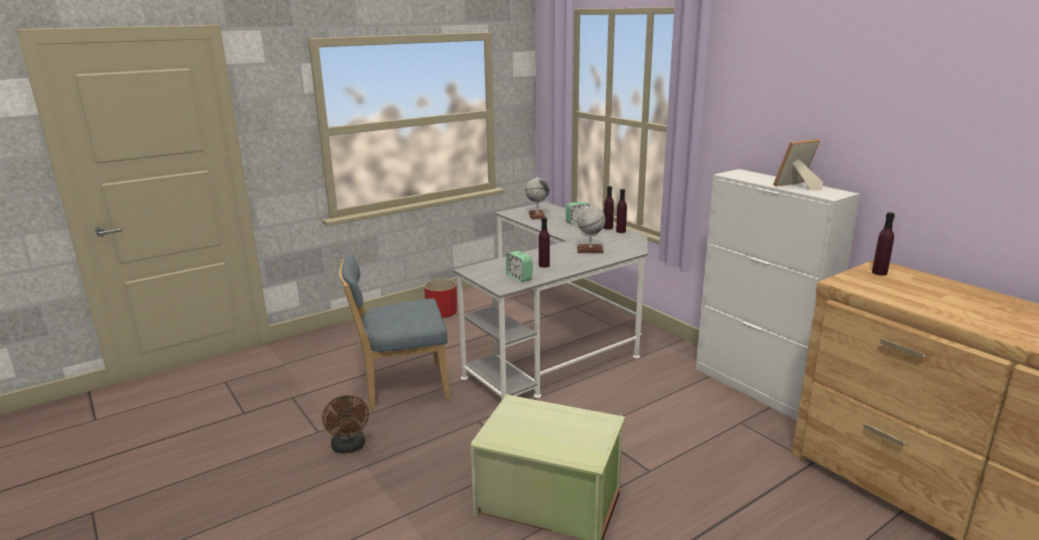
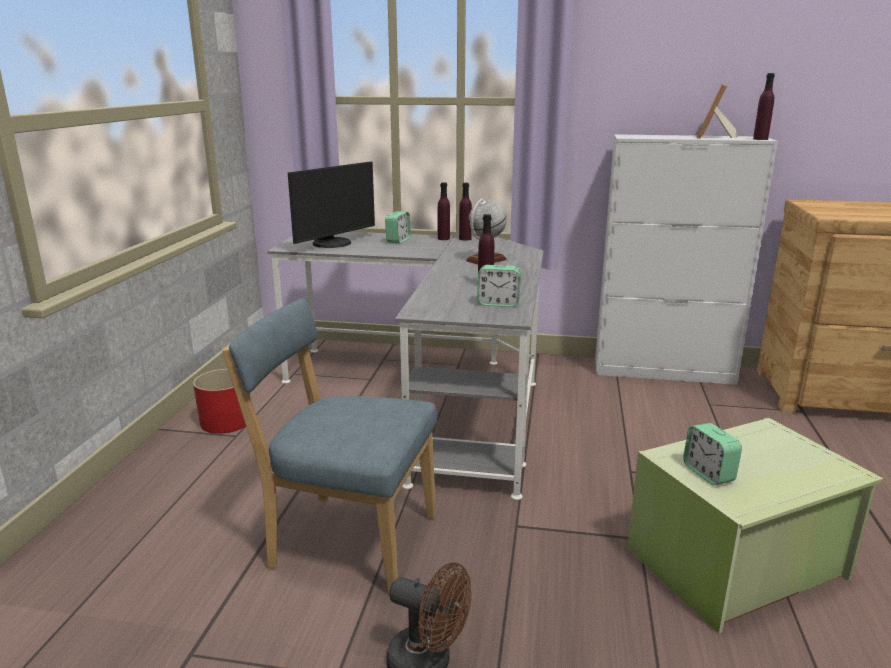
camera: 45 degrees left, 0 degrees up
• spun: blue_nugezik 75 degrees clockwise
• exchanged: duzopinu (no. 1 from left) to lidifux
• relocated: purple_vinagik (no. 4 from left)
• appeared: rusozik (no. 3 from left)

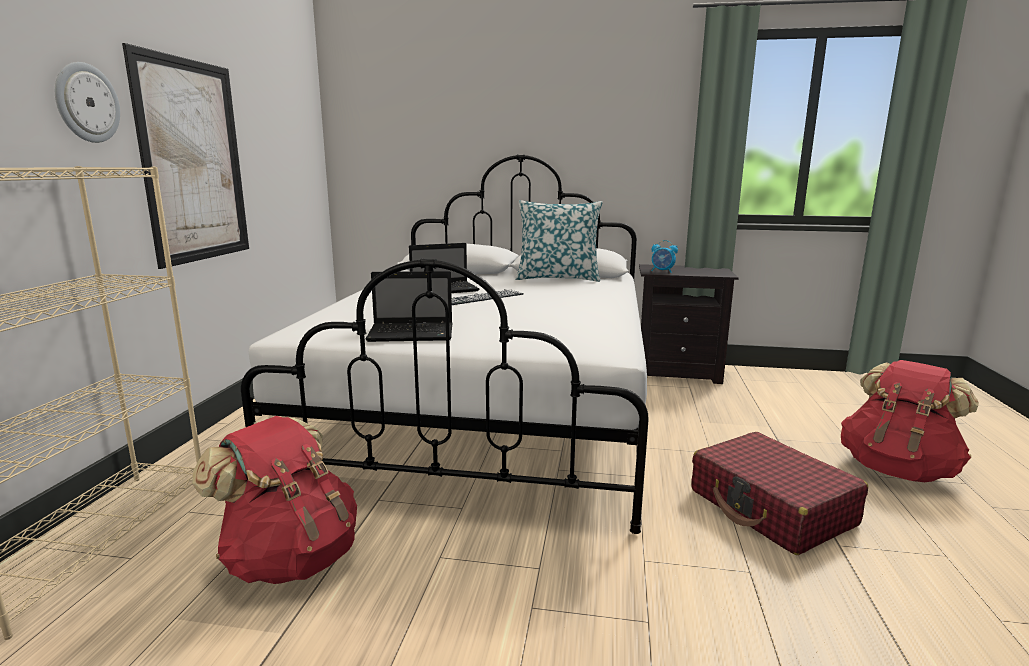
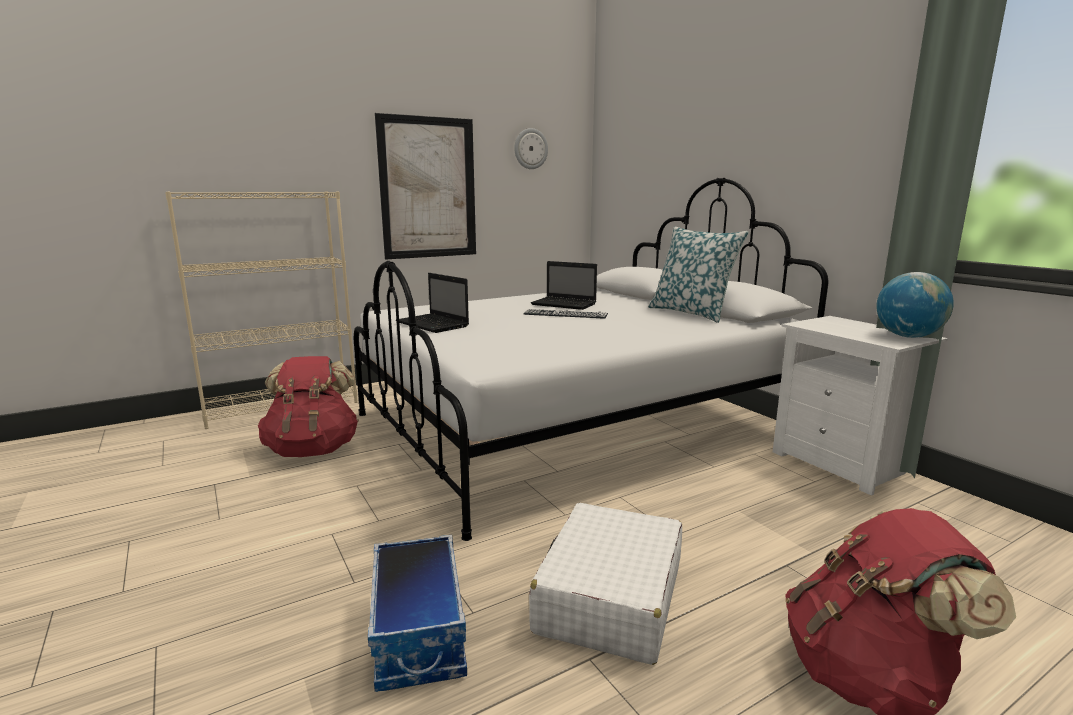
camera: 50 degrees right, 0 degrees up
• relocated: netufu
• colour: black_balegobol to white_balegobol
• missing: rusozik
• colour: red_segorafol to white_segorafol
• appeared: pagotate
• appeared: duzopinu

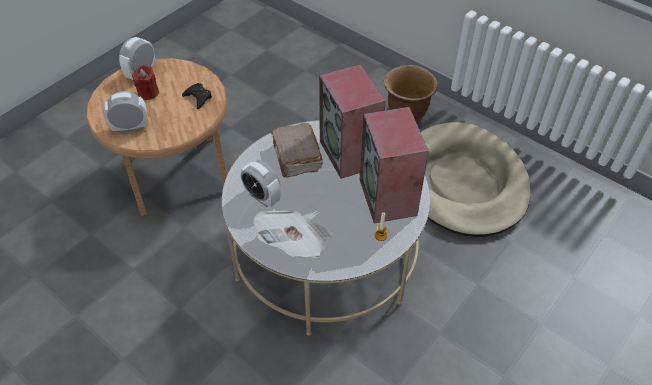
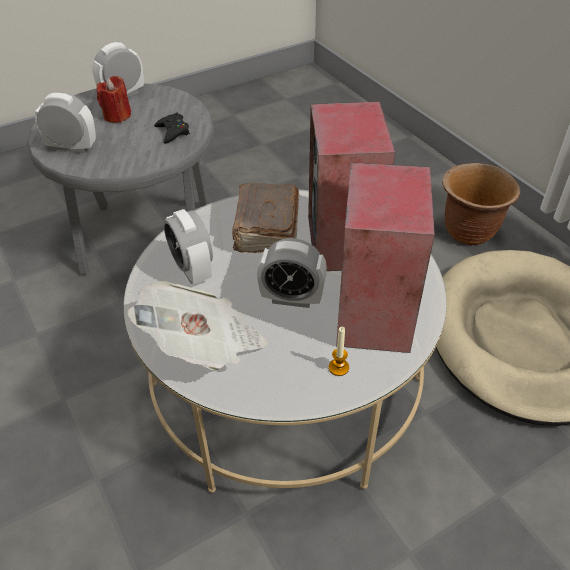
camera: 20 degrees right, 5 degrees down
• colour: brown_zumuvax to grey_zumuvax
• appeared: rusozik (no. 4 from left)

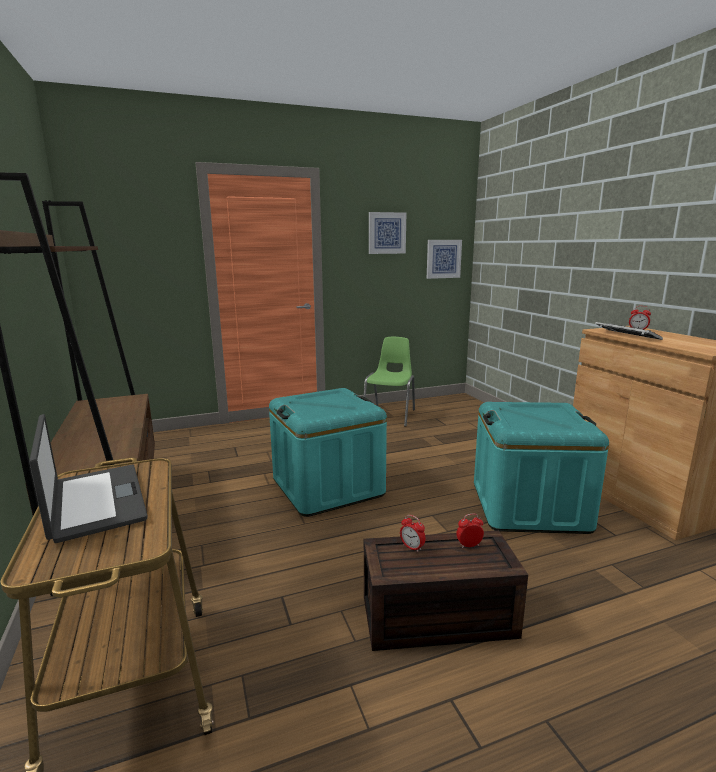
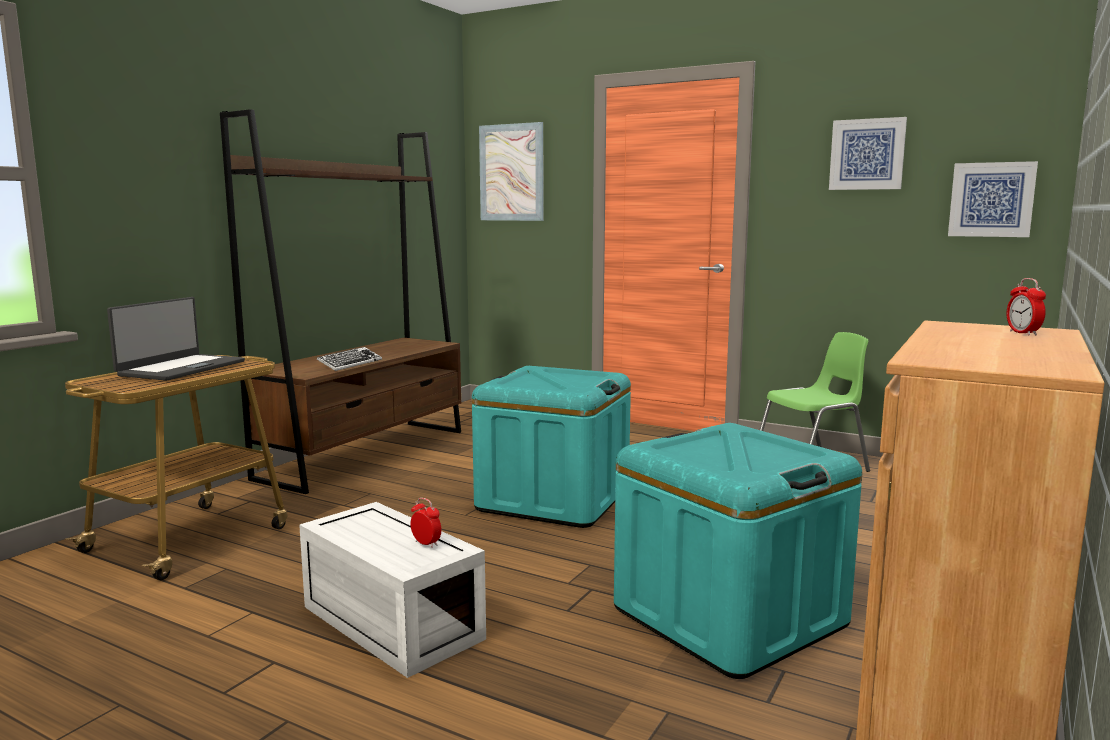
camera: 50 degrees right, 5 degrees down
• colour: brown_pagotate to white_pagotate
• missing: rusozik (no. 1 from left)
• relocated: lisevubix
• appeared: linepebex (no. 1 from left)

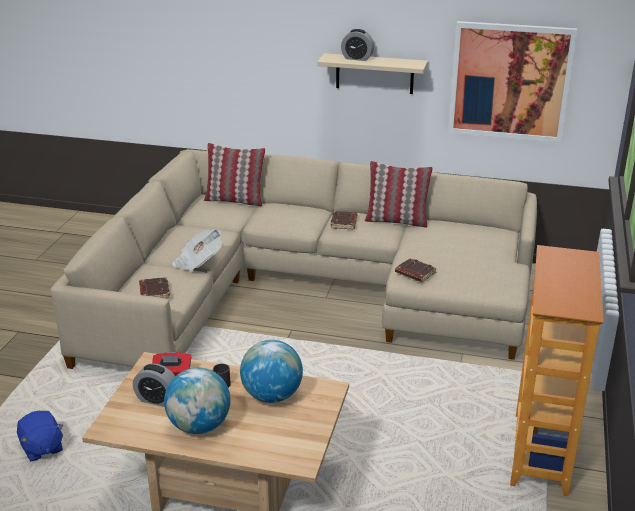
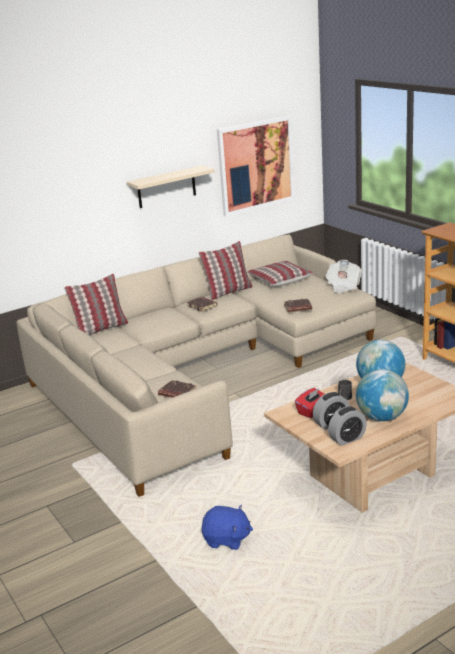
camera: 45 degrees left, 5 degrees down
• relocated: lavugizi
• relocated: rusozik (no. 2 from left)
• appeared: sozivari (no. 3 from left)

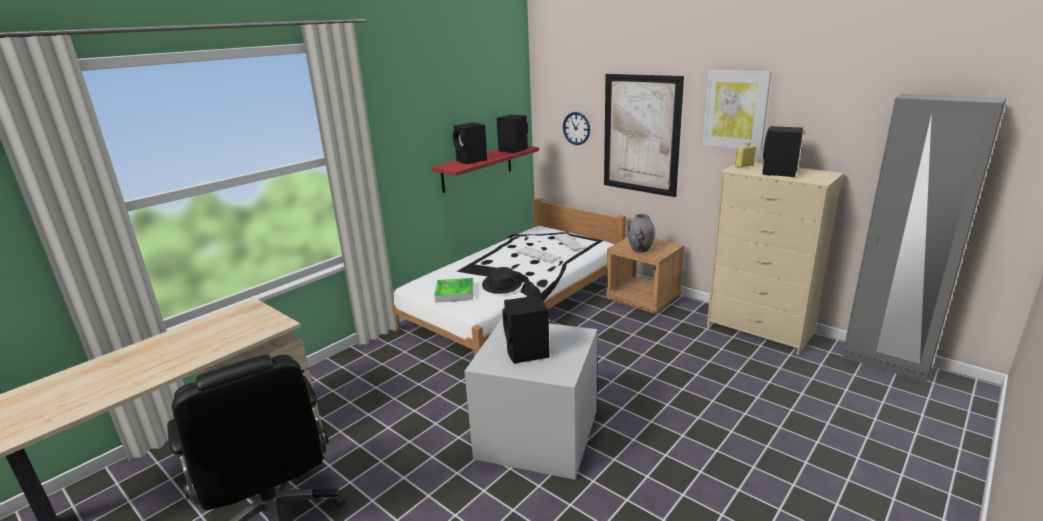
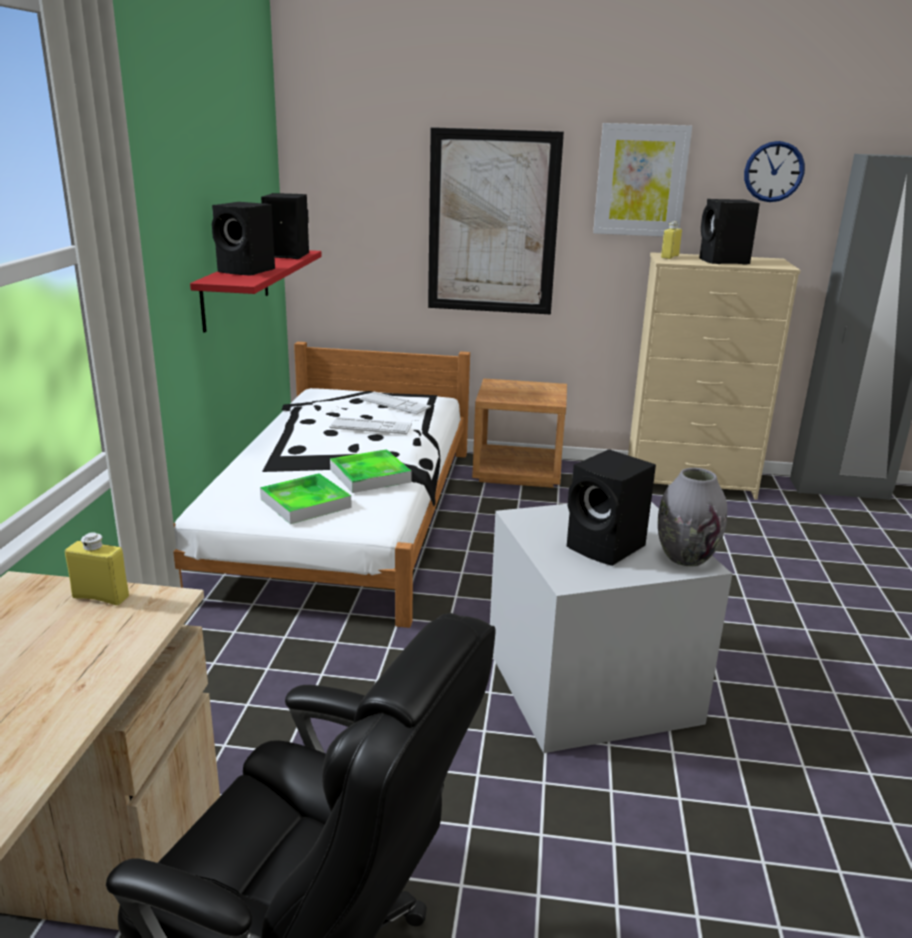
camera: 35 degrees left, 0 degrees up
• exchanged: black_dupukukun to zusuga (no. 2 from left)
• relocated: netufu
• relocated: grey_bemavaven
• appeared: yellow_vinagik (no. 1 from left)

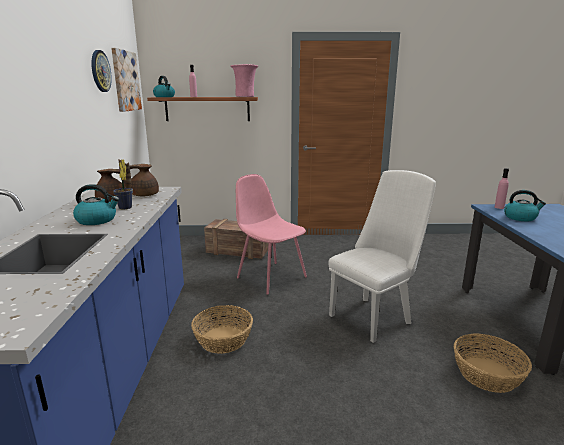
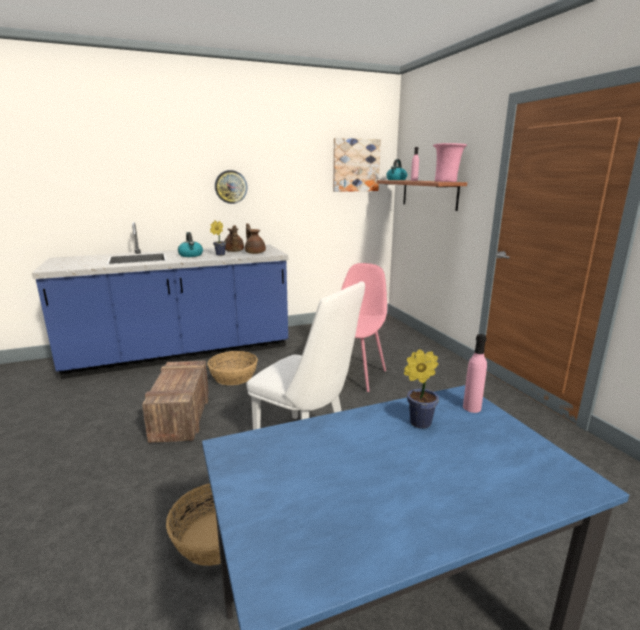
camera: 70 degrees right, 0 degrees up
• relocated: netufu
• relocated: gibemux
• exchanged: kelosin (no. 3 from left) to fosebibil (no. 2 from left)

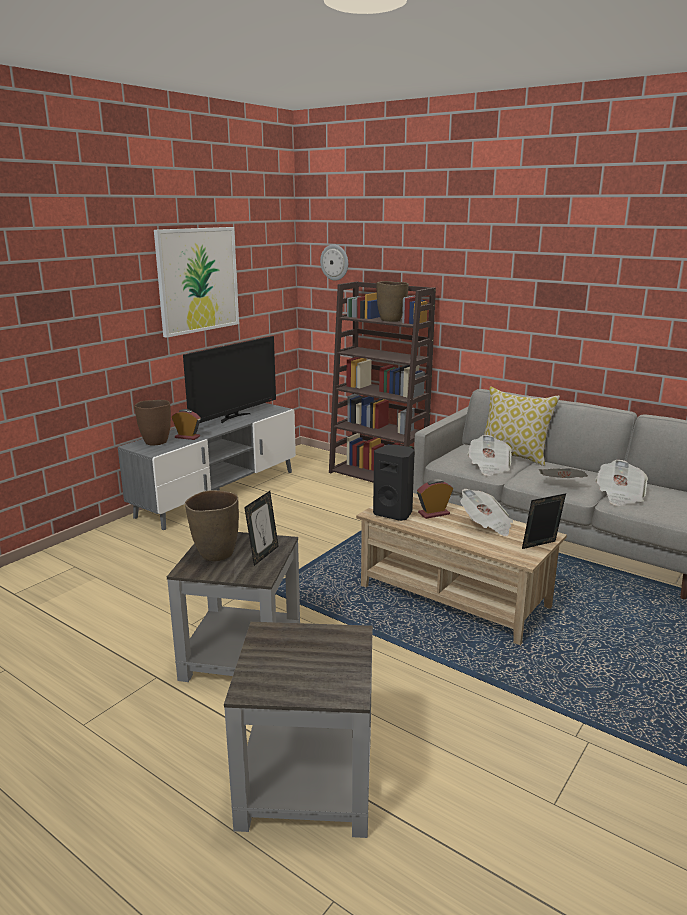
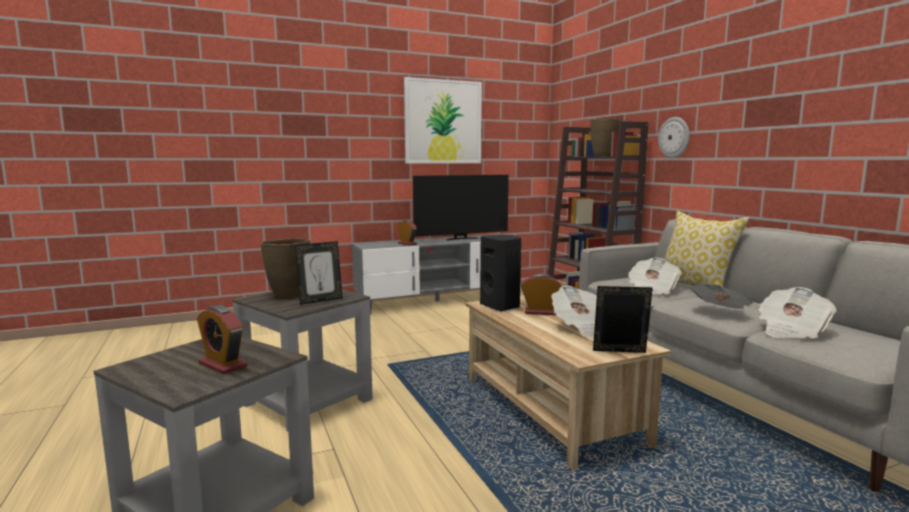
camera: 30 degrees right, 10 degrees down
• missing: brown_bemavaven (no. 1 from left)
• relocated: netufu
• appeared: rusozik (no. 1 from left)

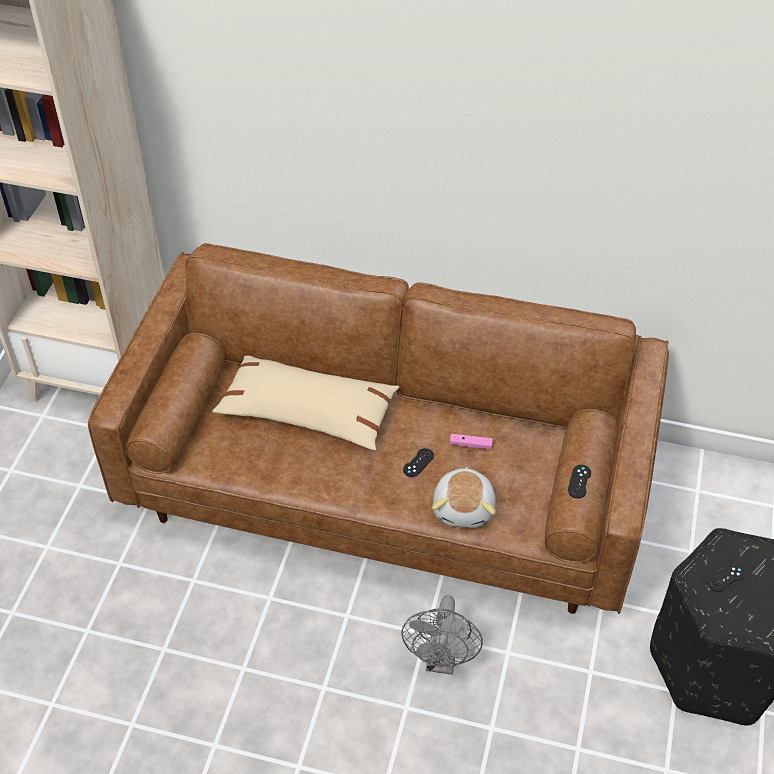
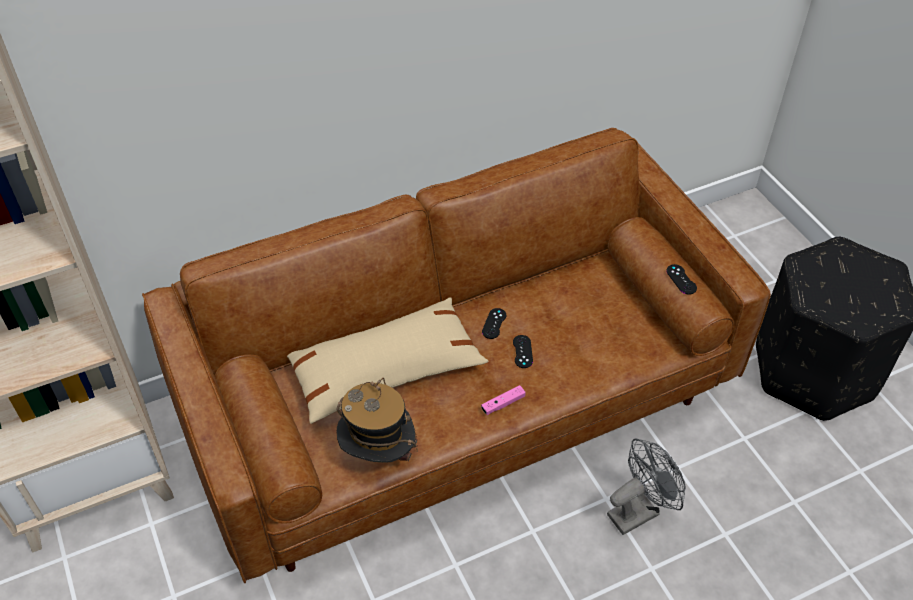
camera: 40 degrees left, 0 degrees up
• spun: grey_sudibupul 90 degrees counterclockwise
• missing: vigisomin
• relocated: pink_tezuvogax
• relocated: black_tezuvogax (no. 3 from left in the first image) to black_tezuvogax (no. 1 from left)
• appeared: dupukukun

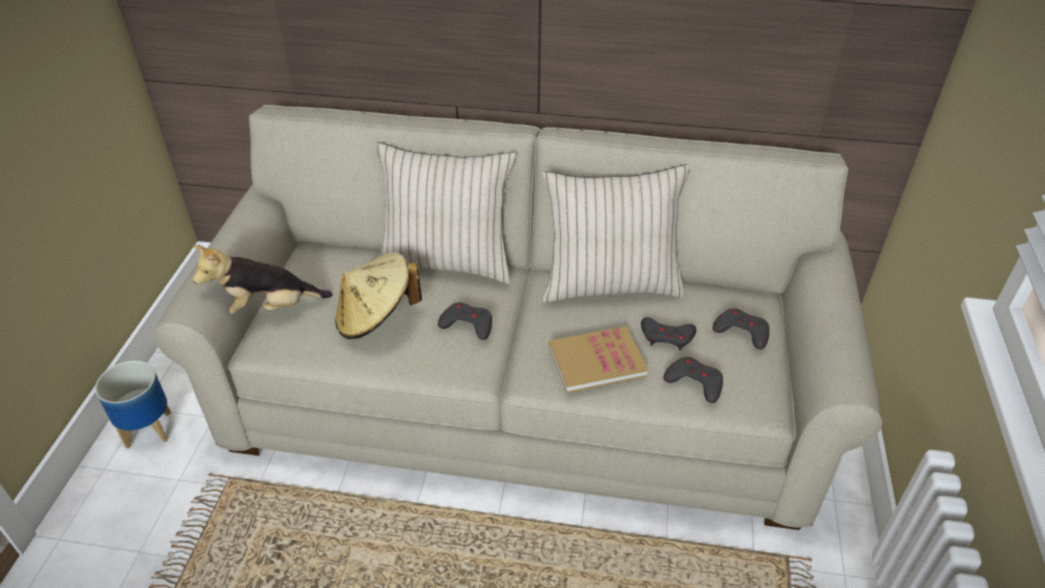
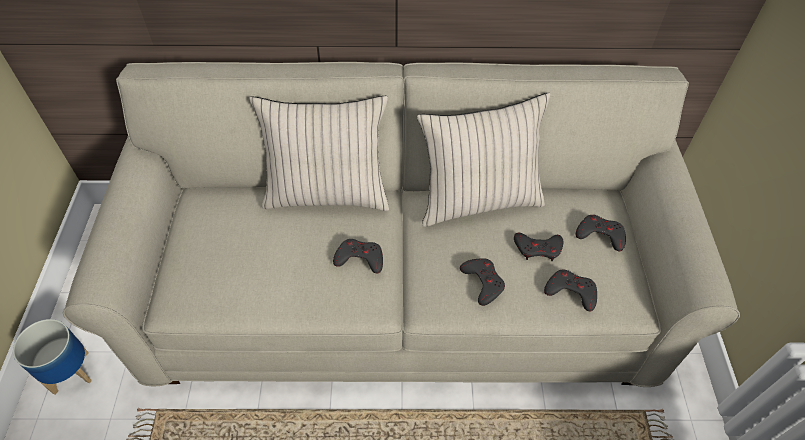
camera: 10 degrees left, 10 degrees up
• missing: vigisomin
• missing: beige_dupukukun
• exchanged: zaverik to grey_tezuvogax (no. 2 from left)

